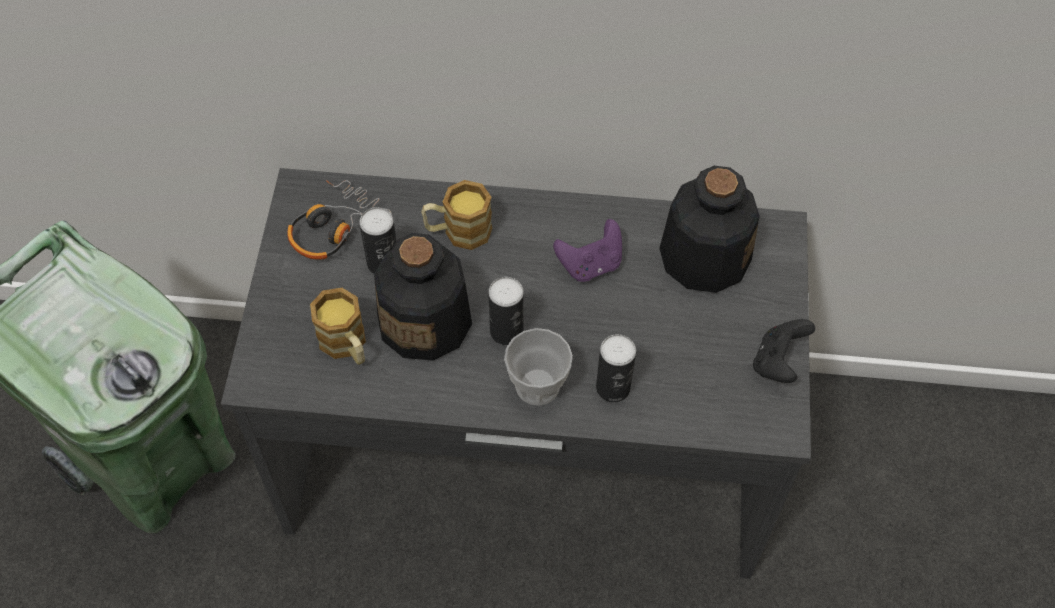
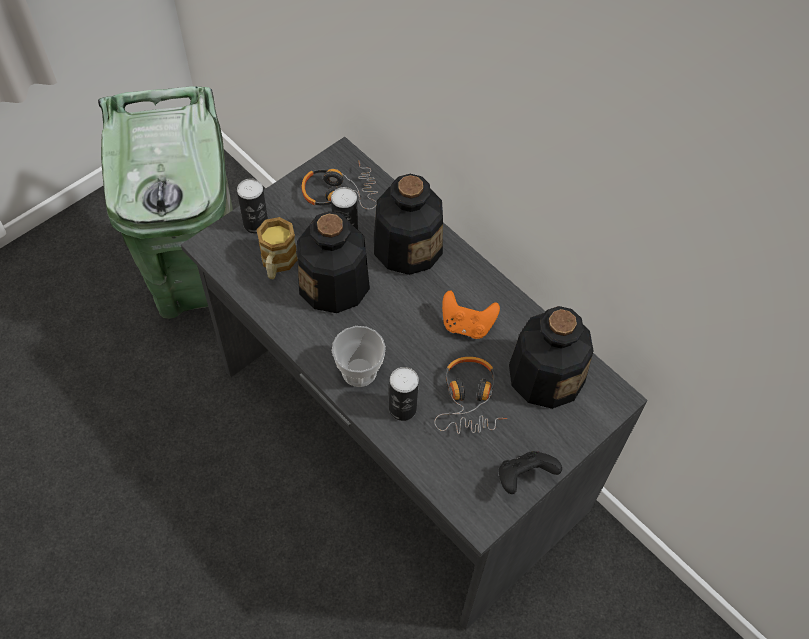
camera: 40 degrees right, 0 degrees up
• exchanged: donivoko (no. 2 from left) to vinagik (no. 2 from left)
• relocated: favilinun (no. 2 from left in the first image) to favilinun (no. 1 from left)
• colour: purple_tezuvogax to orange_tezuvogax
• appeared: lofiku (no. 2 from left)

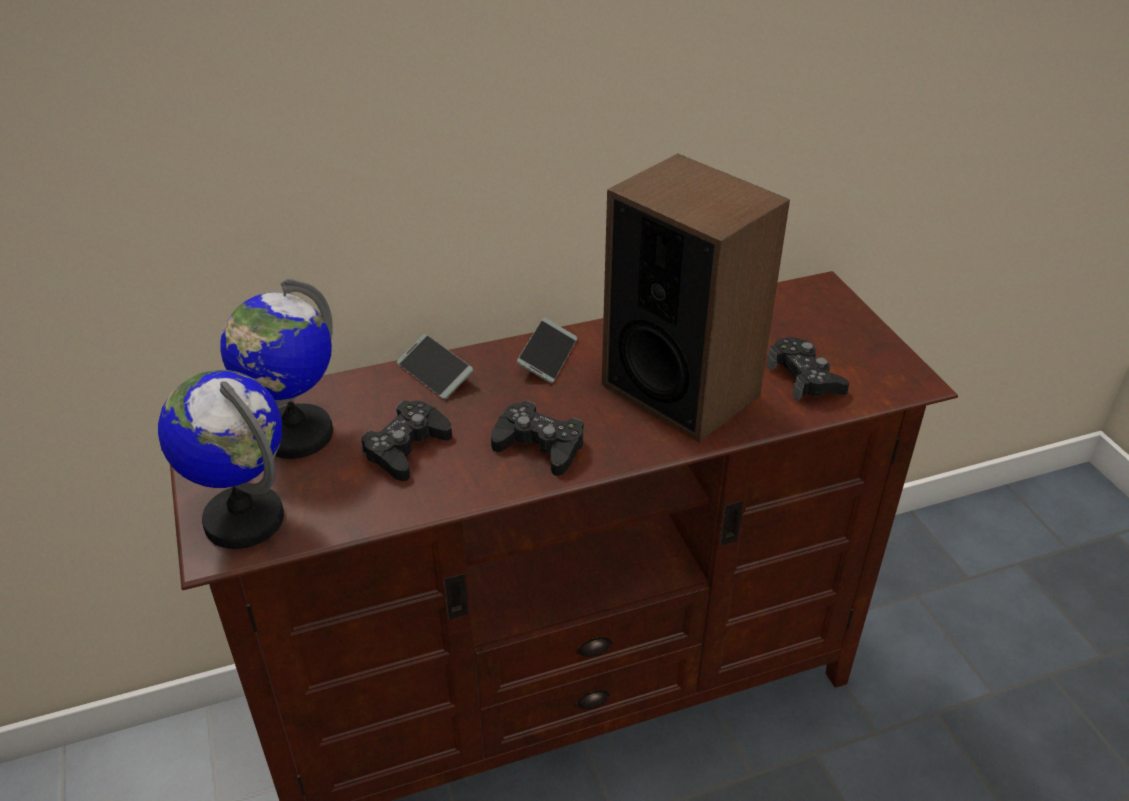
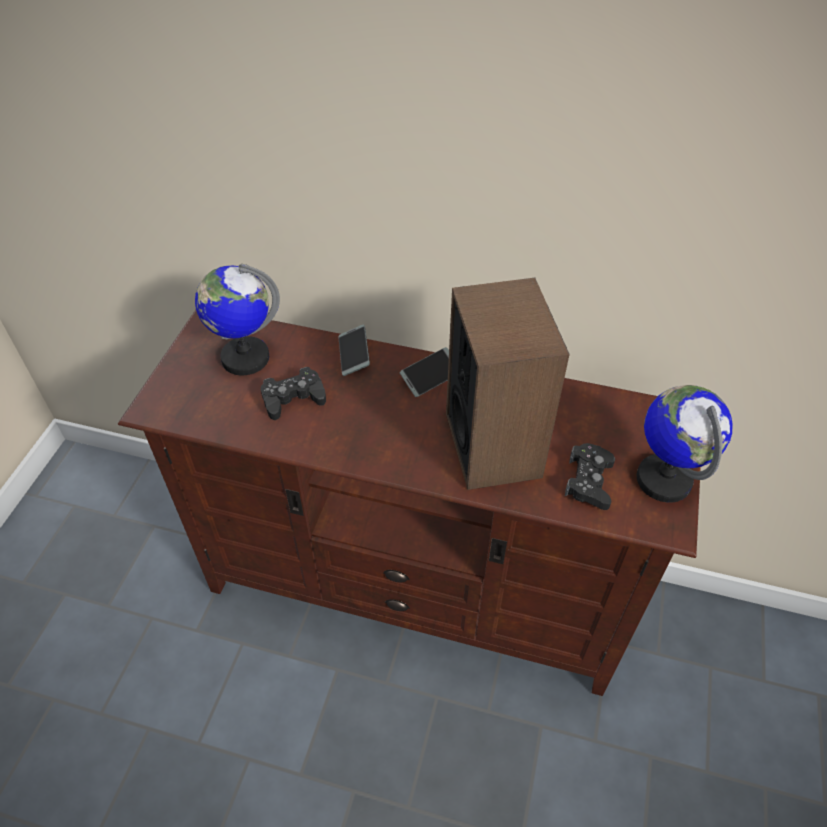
camera: 35 degrees right, 10 degrees up
• relocated: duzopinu (no. 1 from left in the first image) to duzopinu (no. 2 from left)
• missing: black_tezuvogax (no. 2 from left)

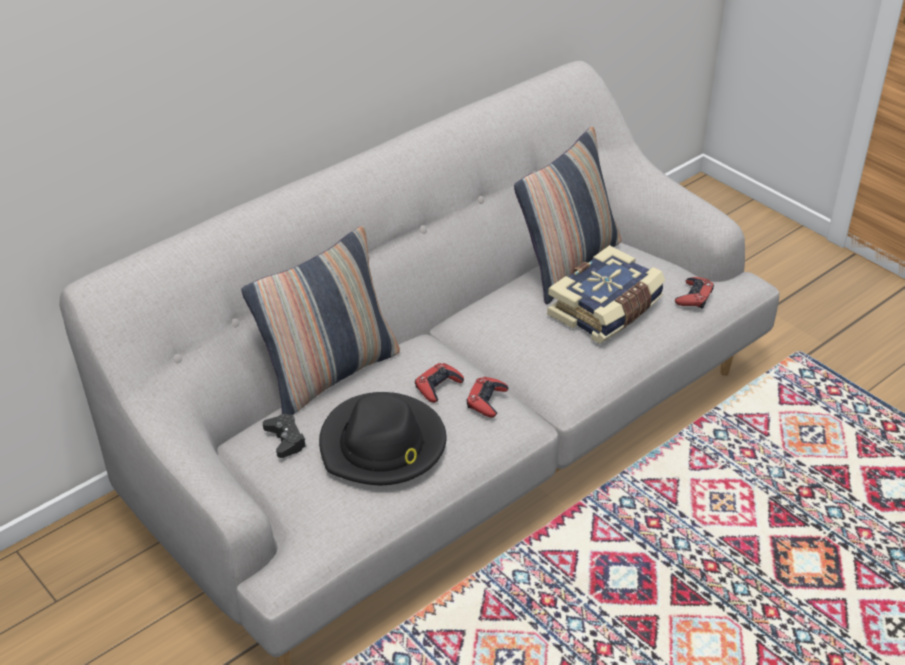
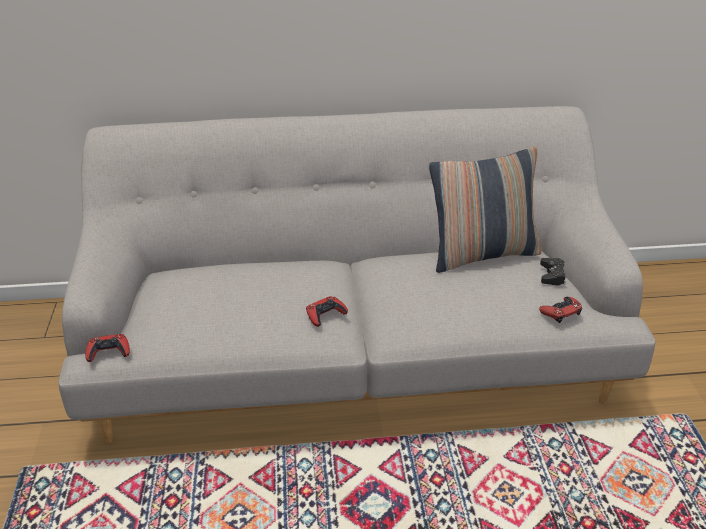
camera: 35 degrees right, 5 degrees down
• missing: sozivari (no. 1 from left)
• relocated: black_tezuvogax
• missing: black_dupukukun
• relocated: red_tezuvogax (no. 1 from left)
• missing: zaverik

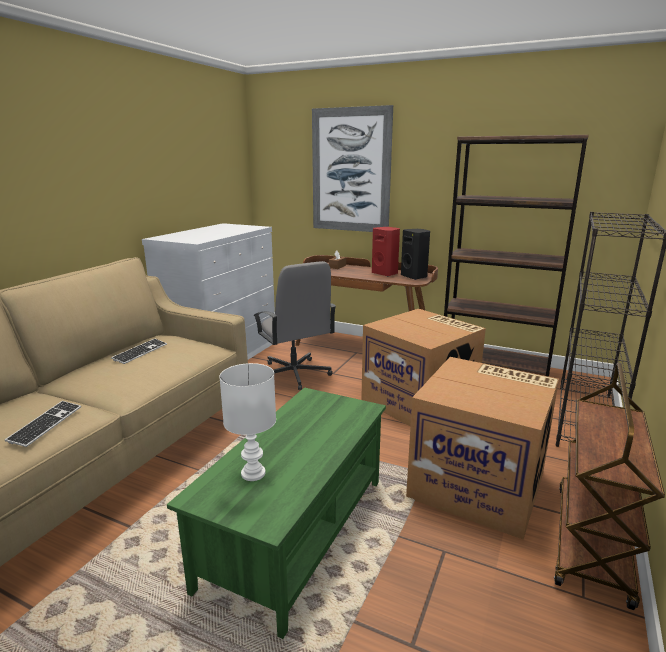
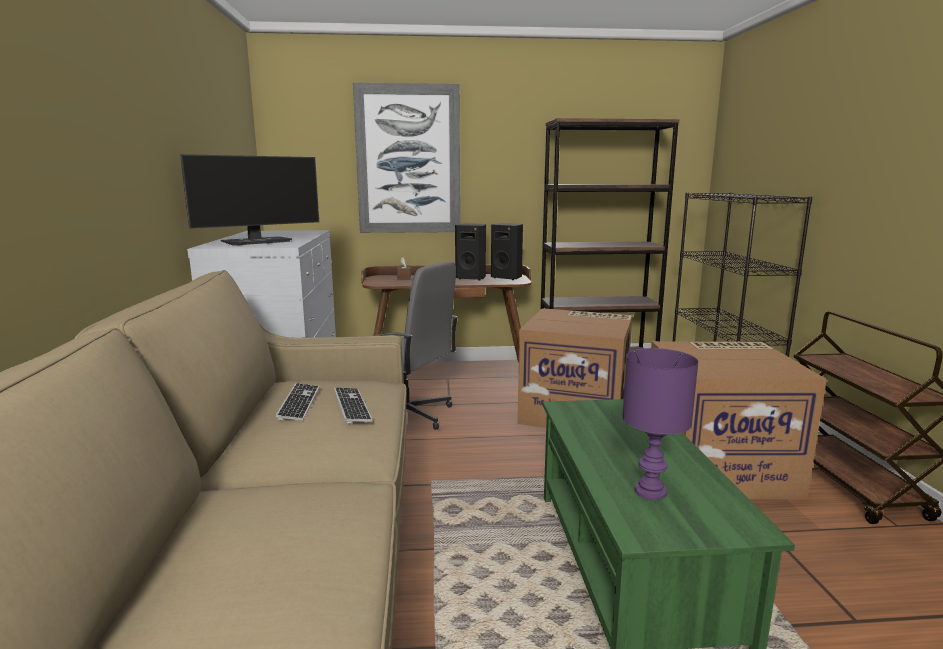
camera: 30 degrees left, 5 degrees down
• relocated: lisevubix (no. 1 from left in the first image) to lisevubix (no. 2 from left)
• colour: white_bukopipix to purple_bukopipix
• colour: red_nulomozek to black_nulomozek (no. 1 from left)
• appeared: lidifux

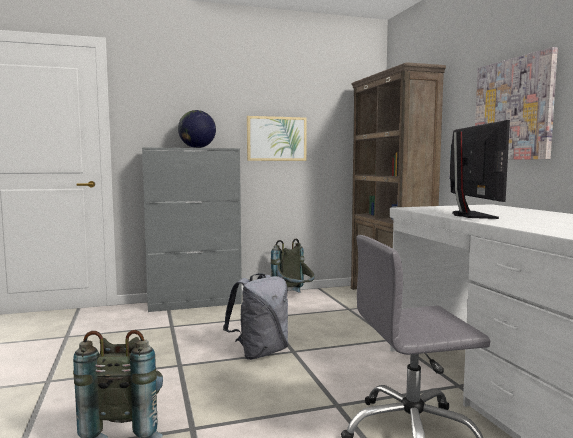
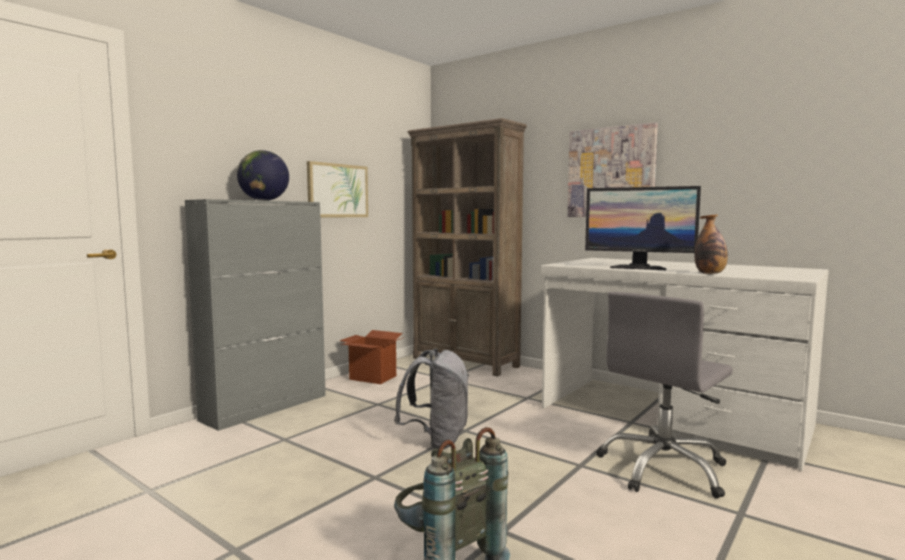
camera: 35 degrees left, 0 degrees up
• exchanged: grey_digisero (no. 3 from left) to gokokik
• spun: lidifux 150 degrees clockwise
• appeared: vinagik

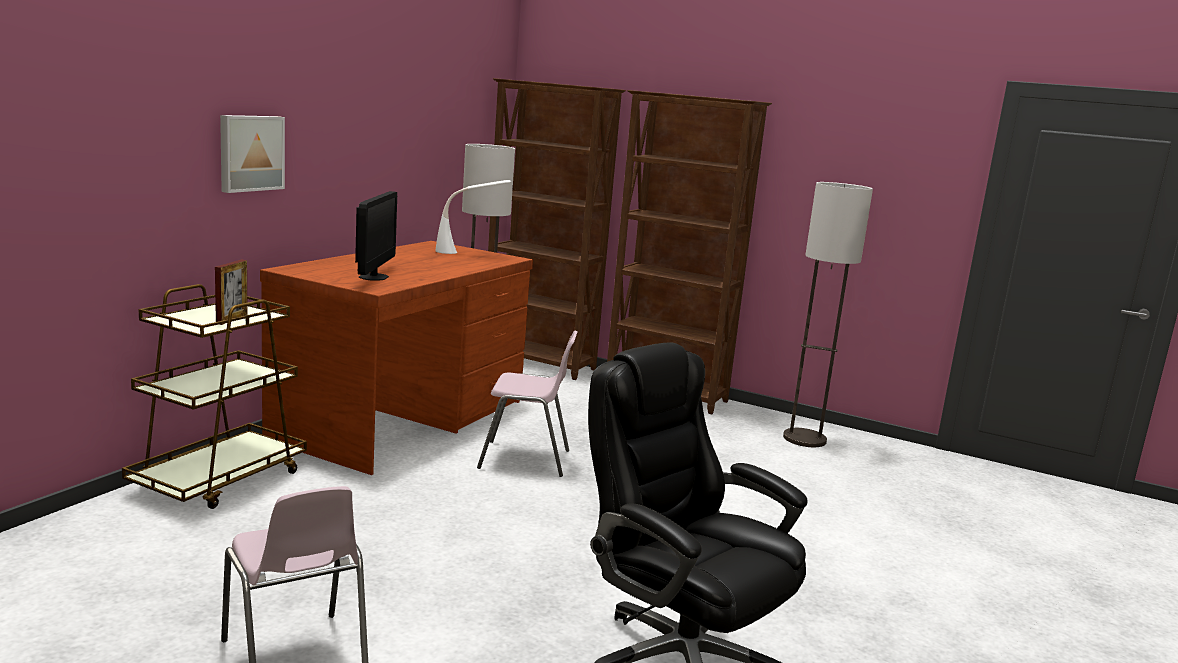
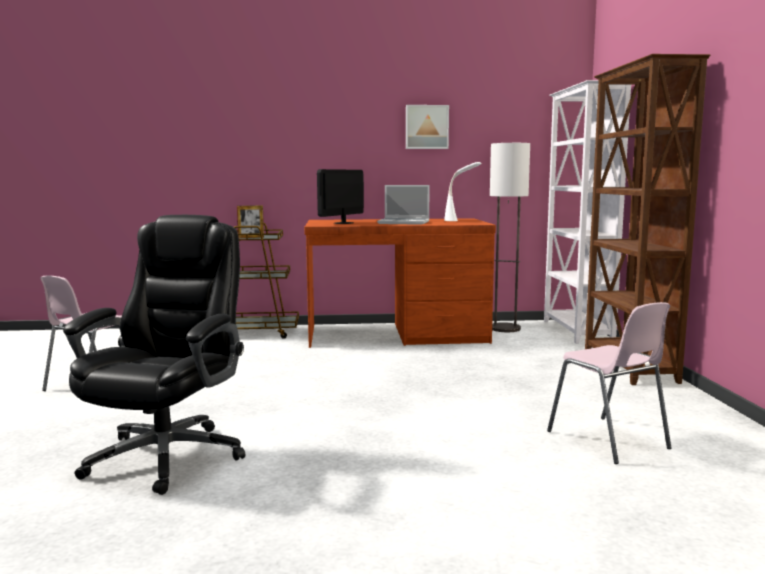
camera: 60 degrees right, 5 degrees down
• relocated: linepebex
• spun: lidifux 150 degrees clockwise
• relocated: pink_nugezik (no. 2 from left)
• colour: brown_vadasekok (no. 1 from left) to white_vadasekok
• missing: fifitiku (no. 2 from left)
• appeared: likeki

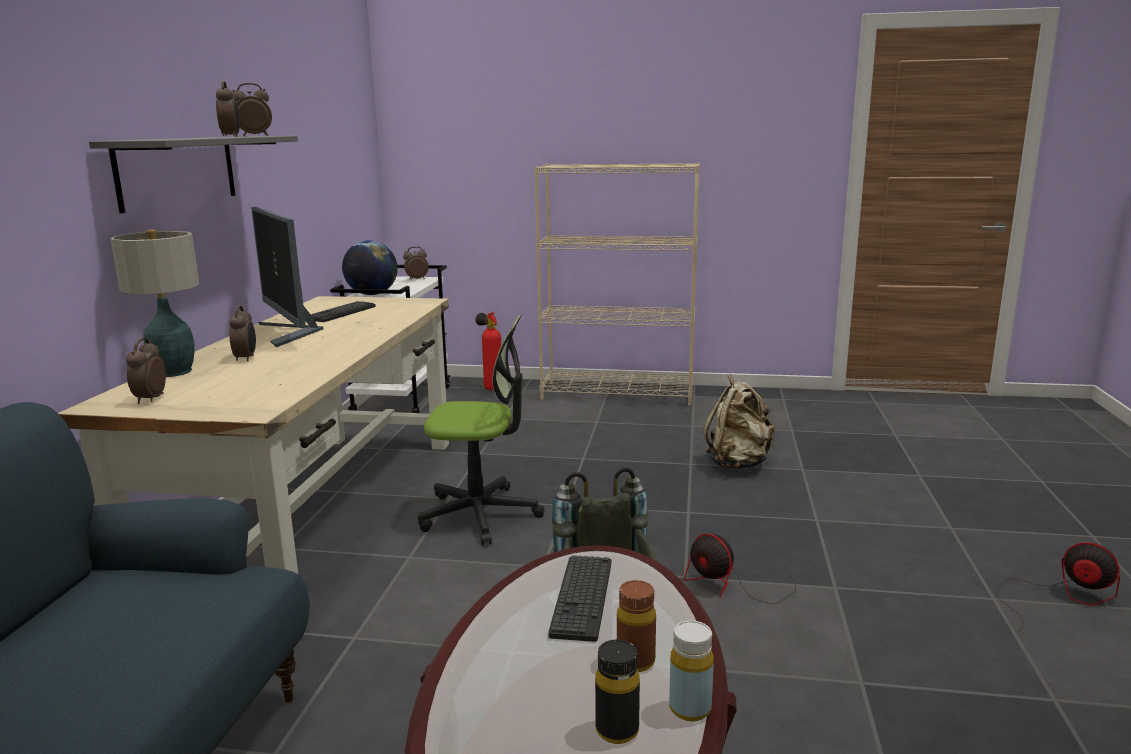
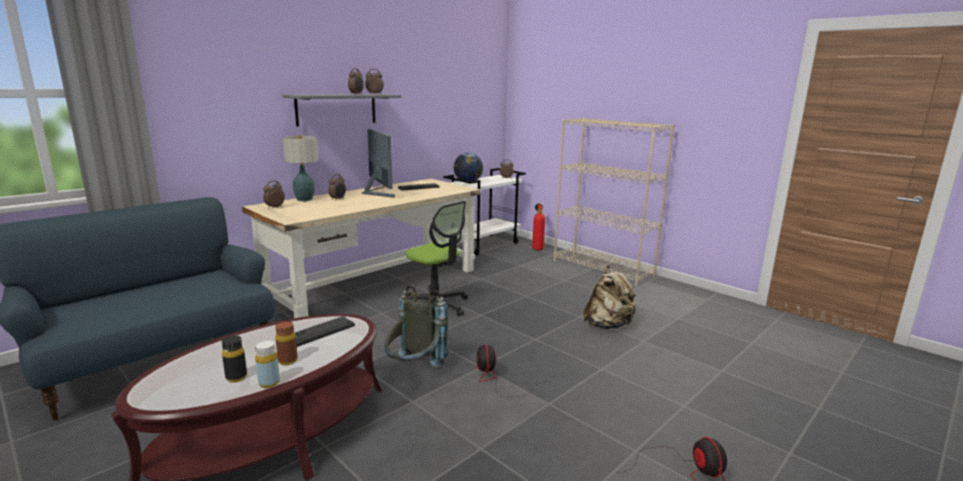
camera: 35 degrees right, 0 degrees up
• spun: lidifux 150 degrees clockwise

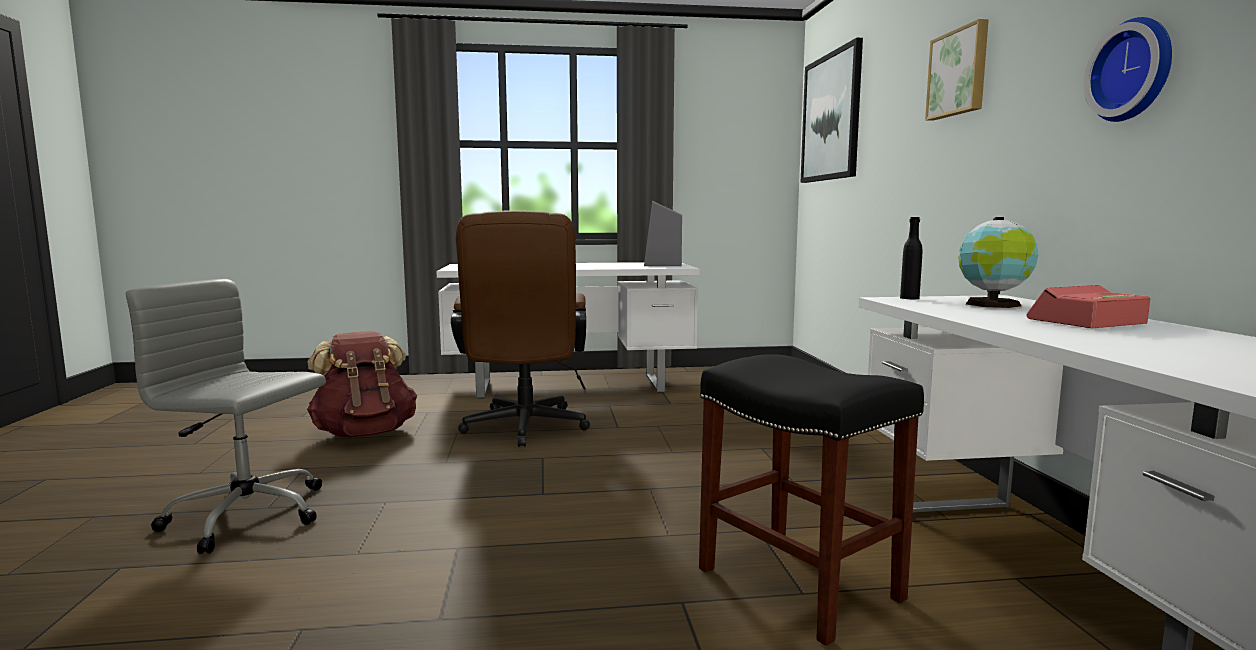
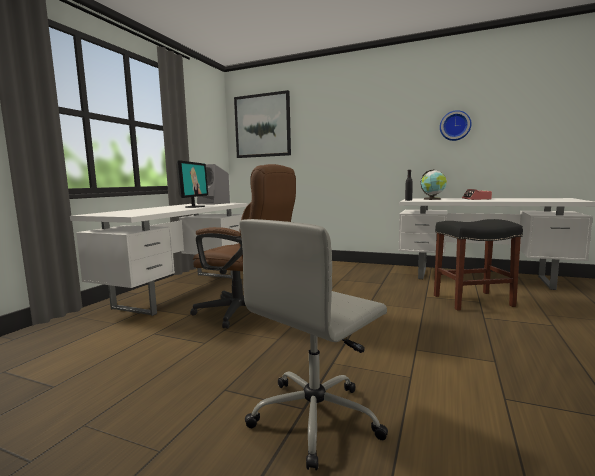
camera: 60 degrees left, 0 degrees up
• missing: brown_digisero
• missing: linepebex (no. 2 from left)
• appeared: lidifux

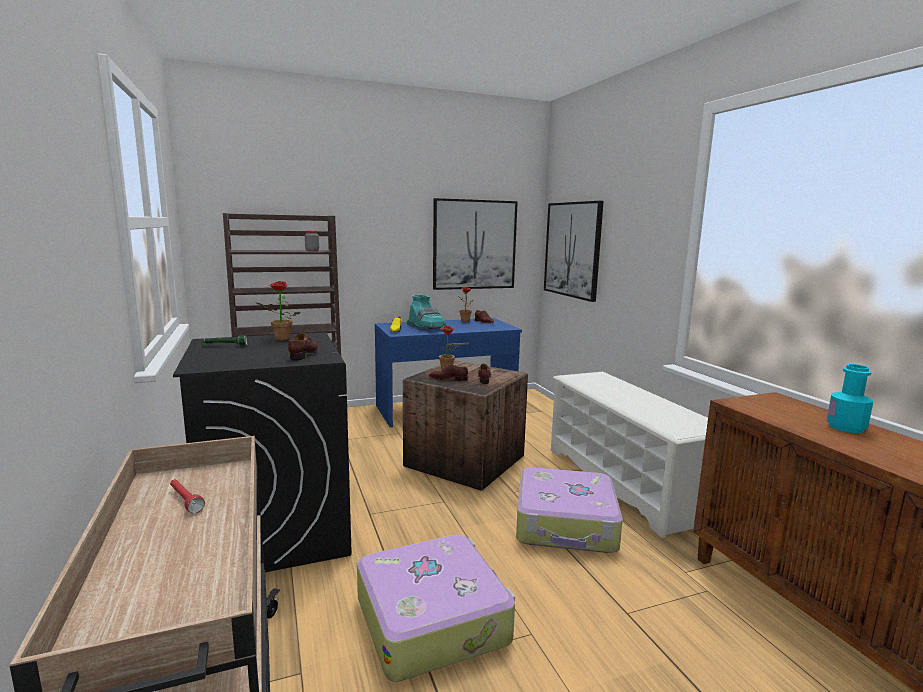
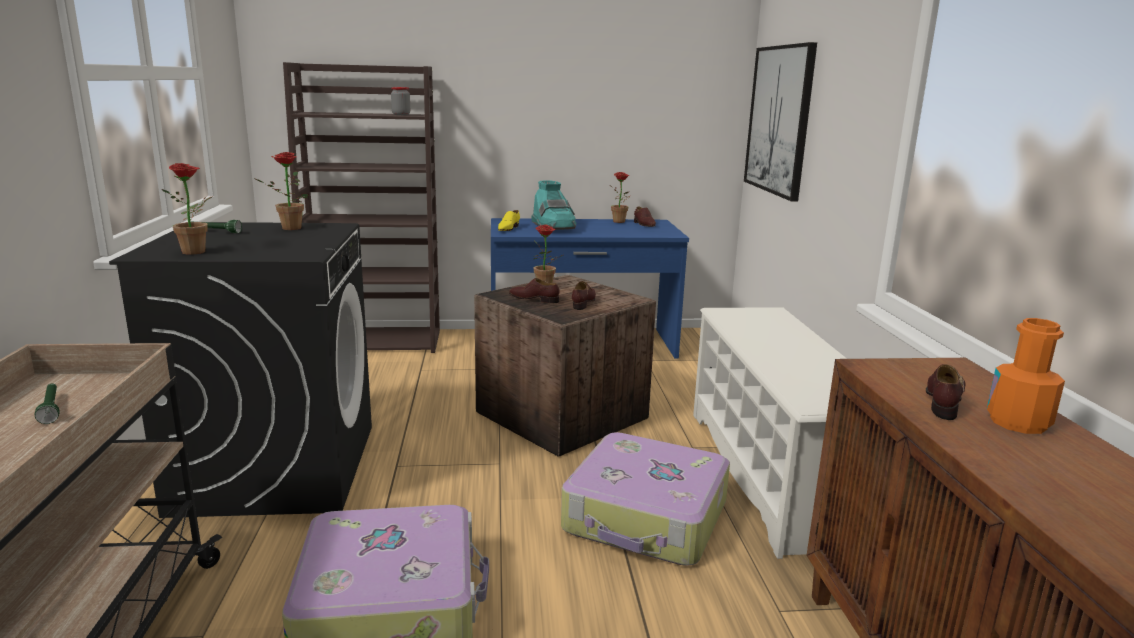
camera: 15 degrees right, 5 degrees up
• colour: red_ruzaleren to green_ruzaleren (no. 1 from left)
• relocated: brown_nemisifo (no. 1 from left in the first image) to brown_nemisifo (no. 4 from left)
• missing: linepebex (no. 1 from left)
• colour: turquoise_vinagik to orange_vinagik
• appeared: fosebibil (no. 1 from left)

